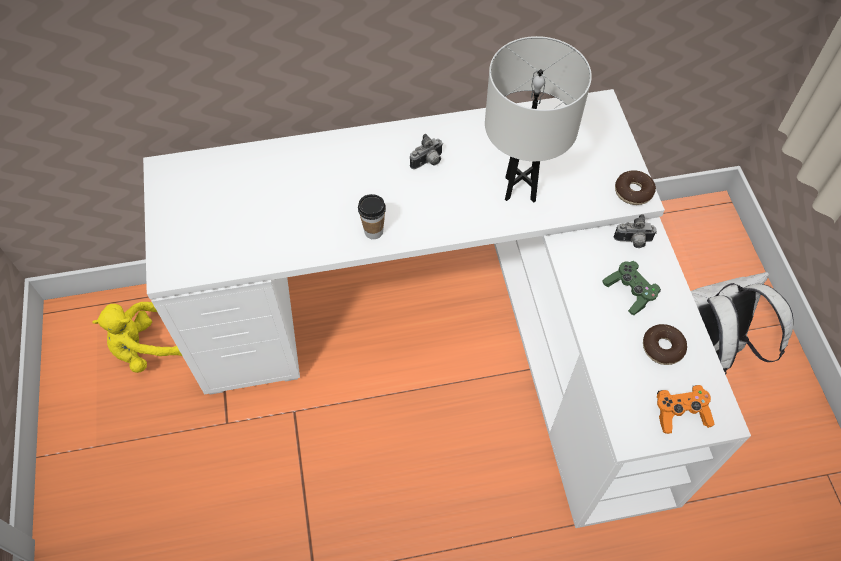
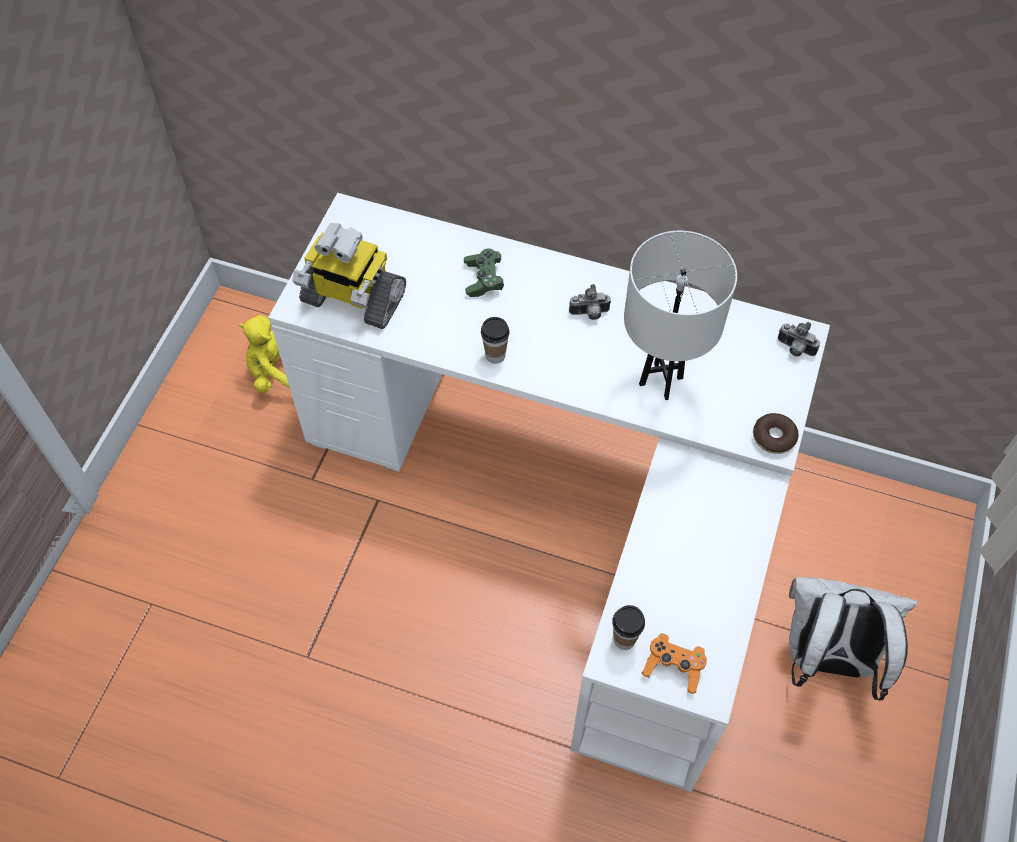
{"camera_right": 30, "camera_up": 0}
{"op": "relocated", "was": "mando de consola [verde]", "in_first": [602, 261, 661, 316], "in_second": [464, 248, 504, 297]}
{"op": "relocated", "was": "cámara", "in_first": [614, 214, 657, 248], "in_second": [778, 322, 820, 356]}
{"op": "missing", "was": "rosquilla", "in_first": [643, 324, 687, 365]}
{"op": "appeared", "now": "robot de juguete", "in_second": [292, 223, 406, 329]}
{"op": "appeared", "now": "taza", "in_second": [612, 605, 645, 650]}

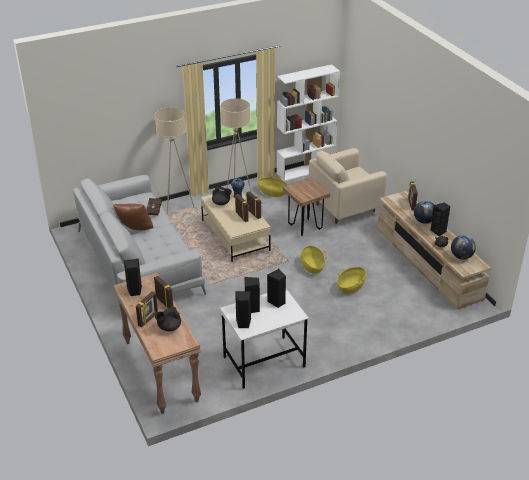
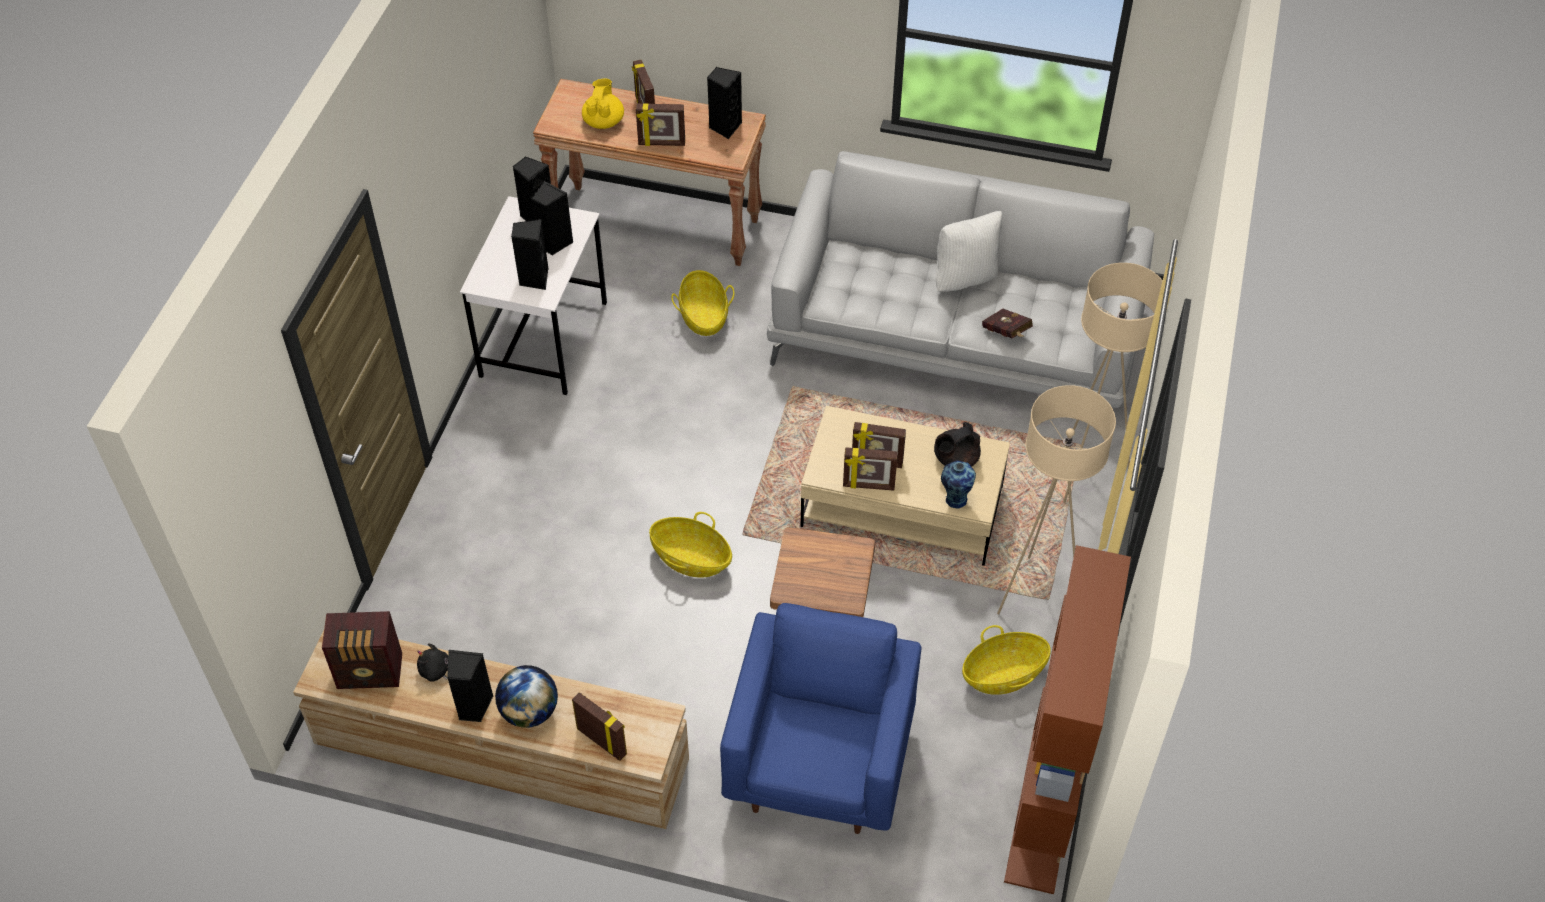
{"camera_right": 130, "camera_up": 15}
{"op": "colour", "was": "cojín [marrón]", "now": "cojín [blanco]", "in_first": [114, 204, 154, 230], "in_second": [935, 211, 1002, 292]}
{"op": "colour", "was": "tetera [negro]", "now": "tetera [amarillo]", "in_first": [155, 306, 181, 331], "in_second": [582, 78, 624, 129]}
{"op": "colour", "was": "estantería [blanco]", "now": "estantería [marrón]", "in_first": [277, 64, 340, 181], "in_second": [1004, 545, 1131, 894]}
{"op": "colour", "was": "sillón [beis]", "now": "sillón [azul]", "in_first": [309, 148, 387, 224], "in_second": [720, 603, 922, 834]}
{"op": "relocated", "was": "cesta", "in_first": [337, 267, 366, 294], "in_second": [671, 270, 735, 336]}
{"op": "exchanged", "was": "globo terráqueo", "now": "radio", "in_first": [451, 235, 476, 259], "in_second": [322, 611, 402, 689]}

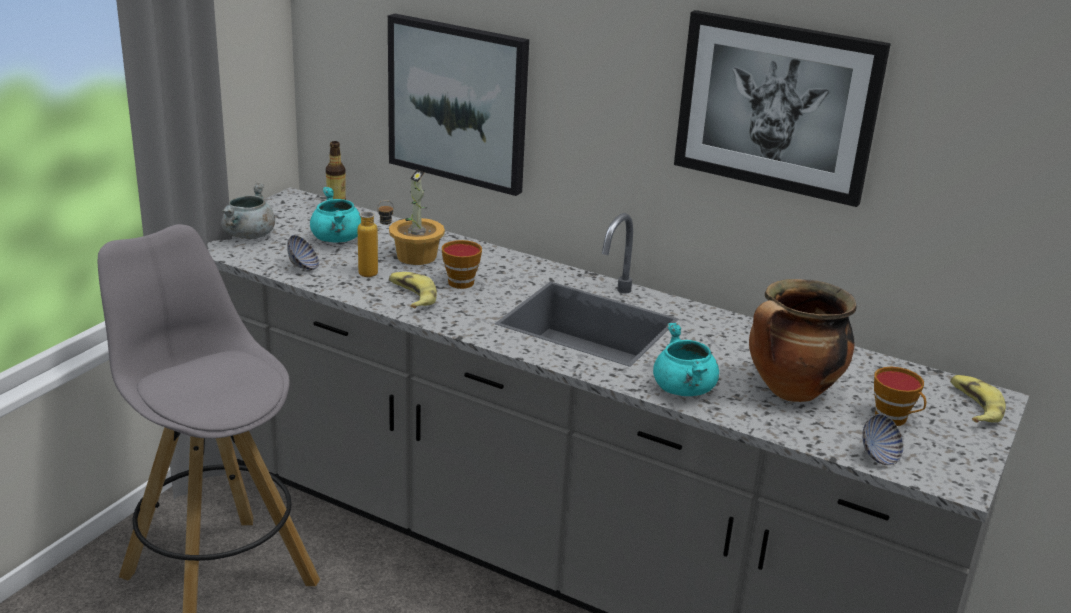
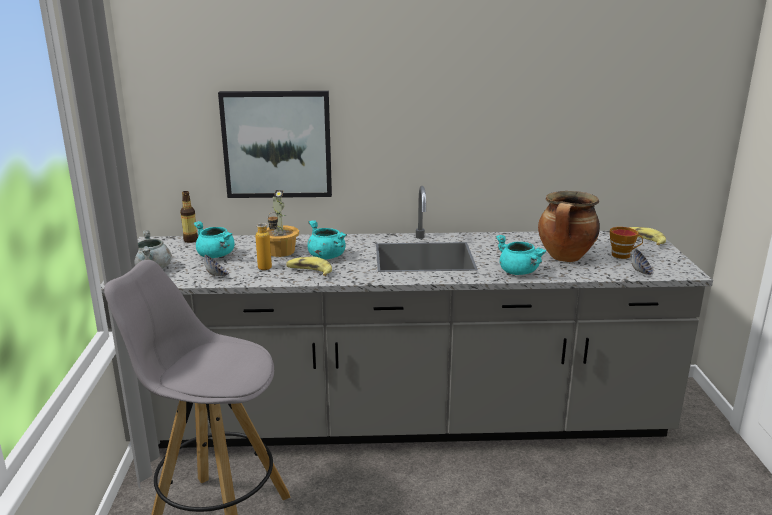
{"camera_right": -30, "camera_up": -5}
{"op": "exchanged", "was": "taza", "now": "olla [turquesa]", "in_first": [442, 240, 482, 289], "in_second": [307, 220, 347, 259]}
{"op": "missing", "was": "cuadro", "in_first": [674, 10, 891, 207]}

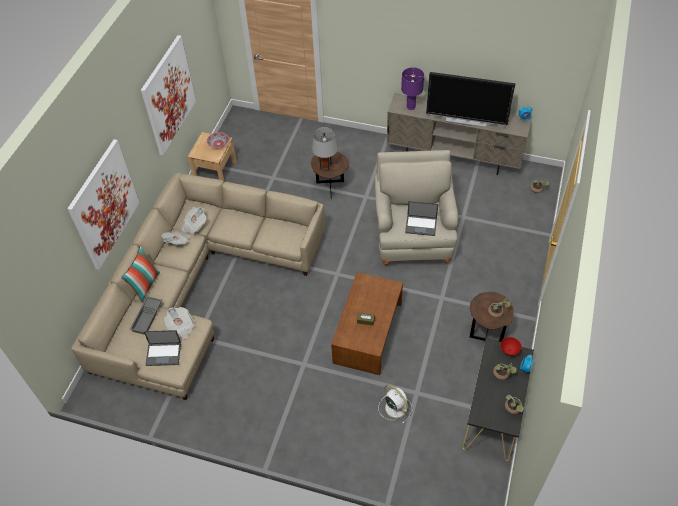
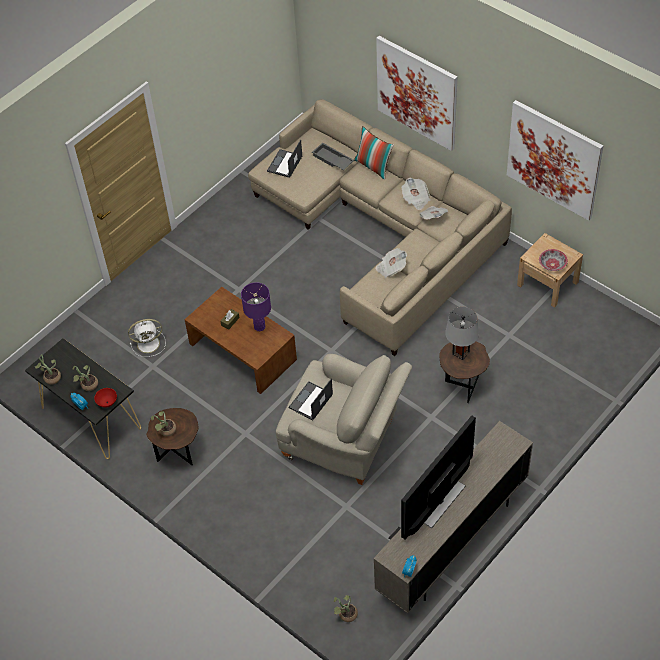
{"camera_right": 115, "camera_up": 0}
{"op": "relocated", "was": "periódico", "in_first": [164, 307, 195, 339], "in_second": [375, 248, 407, 278]}
{"op": "relocated", "was": "lámpara de mesa [morado]", "in_first": [401, 67, 424, 110], "in_second": [241, 282, 271, 331]}

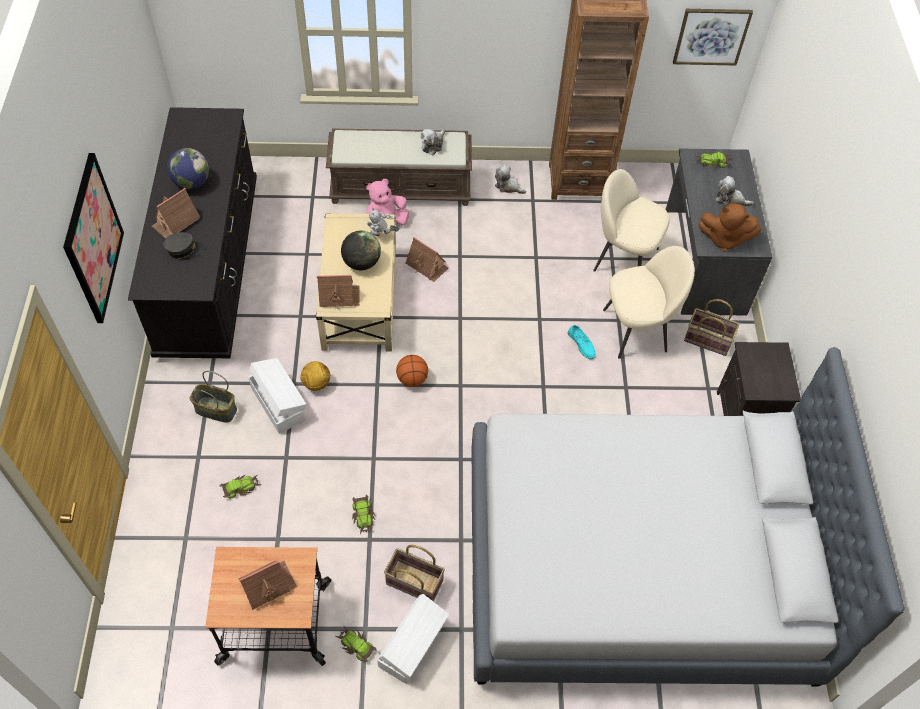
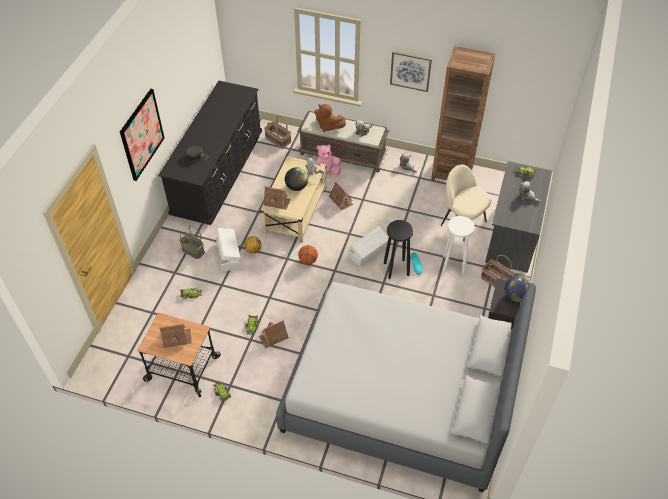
{"camera_right": 20, "camera_up": -5}
{"op": "relocated", "was": "casita", "in_first": [152, 188, 200, 238], "in_second": [259, 320, 289, 348]}
{"op": "relocated", "was": "globo terráqueo", "in_first": [167, 148, 209, 189], "in_second": [505, 275, 531, 302]}
{"op": "relocated", "was": "caja de almacenaje [blanco]", "in_first": [377, 594, 449, 684], "in_second": [349, 226, 389, 268]}
{"op": "relocated", "was": "cesta", "in_first": [384, 545, 445, 602], "in_second": [264, 116, 291, 149]}
{"op": "exchanged", "was": "silla [beis]", "now": "taburete [blanco]", "in_first": [603, 246, 695, 359], "in_second": [443, 216, 475, 274]}
{"op": "relocated", "was": "cuadro", "in_first": [673, 9, 753, 65], "in_second": [390, 51, 432, 92]}
{"op": "relocated", "was": "peluche [marrón]", "in_first": [698, 203, 761, 252], "in_second": [314, 104, 346, 132]}
{"op": "appeared", "now": "taburete [negro]", "in_second": [384, 220, 413, 279]}

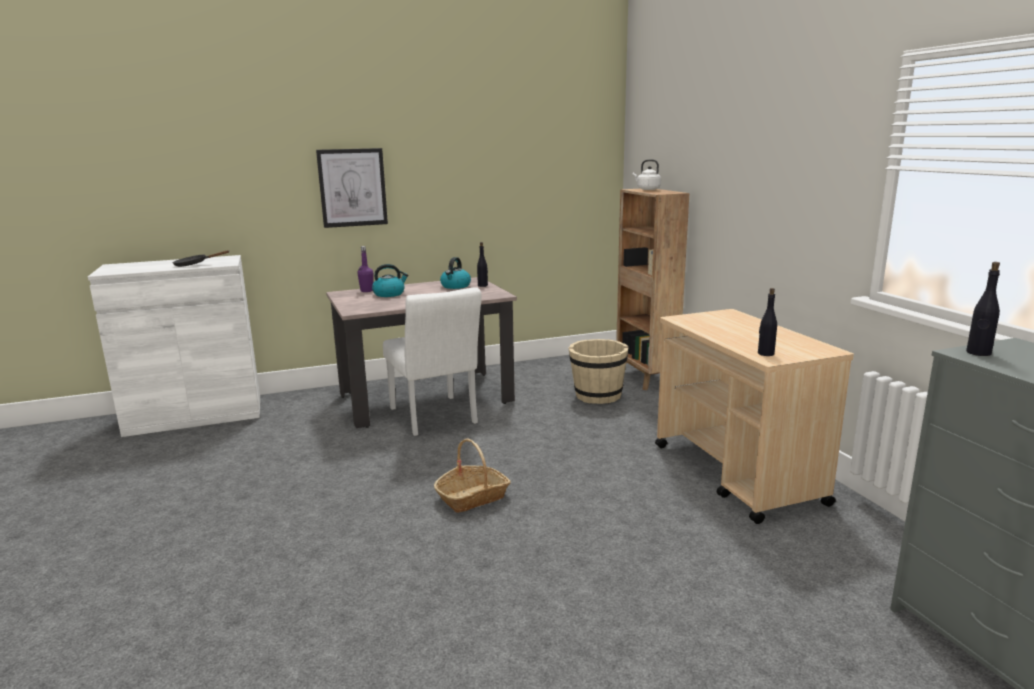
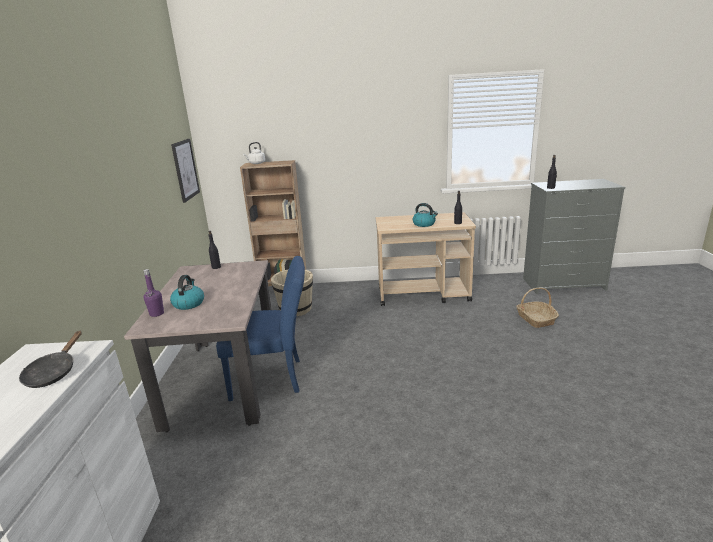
{"camera_right": -70, "camera_up": 5}
{"op": "relocated", "was": "cuadro", "in_first": [316, 148, 388, 228], "in_second": [171, 139, 200, 203]}
{"op": "colour", "was": "silla [blanco]", "now": "silla [azul]", "in_first": [383, 287, 482, 436], "in_second": [216, 256, 305, 401]}
{"op": "relocated", "was": "cesta", "in_first": [434, 438, 511, 513], "in_second": [516, 288, 559, 328]}
{"op": "relocated", "was": "hervidor", "in_first": [440, 257, 471, 289], "in_second": [413, 203, 438, 227]}

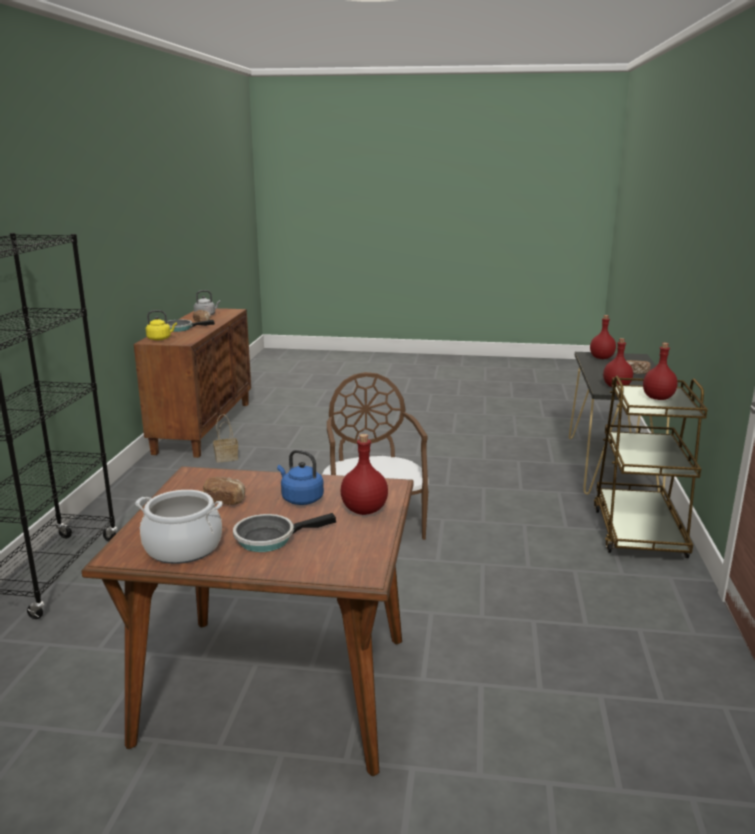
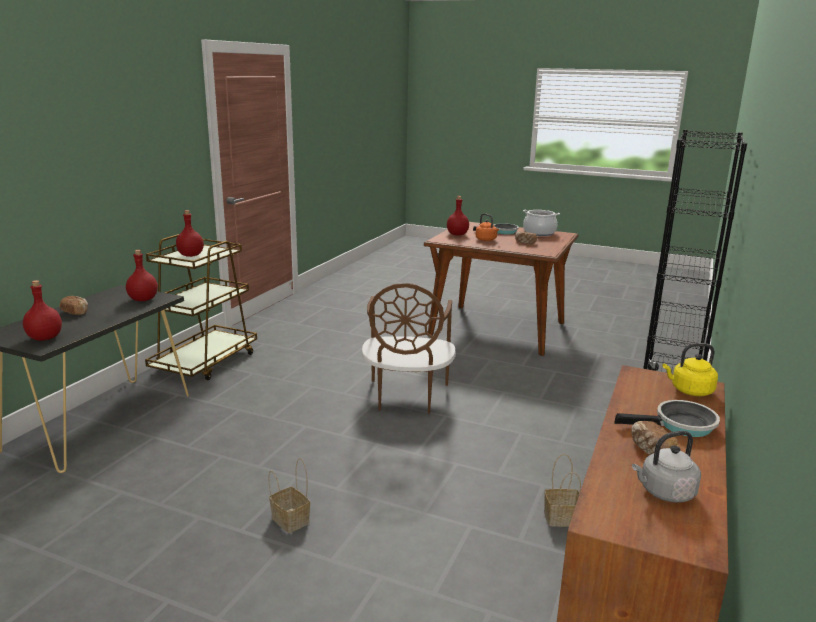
{"camera_right": -165, "camera_up": 0}
{"op": "colour", "was": "hervidor [azul]", "now": "hervidor [naranja]", "in_first": [277, 450, 324, 505], "in_second": [476, 213, 499, 241]}
{"op": "appeared", "now": "cesta", "in_second": [268, 458, 310, 533]}

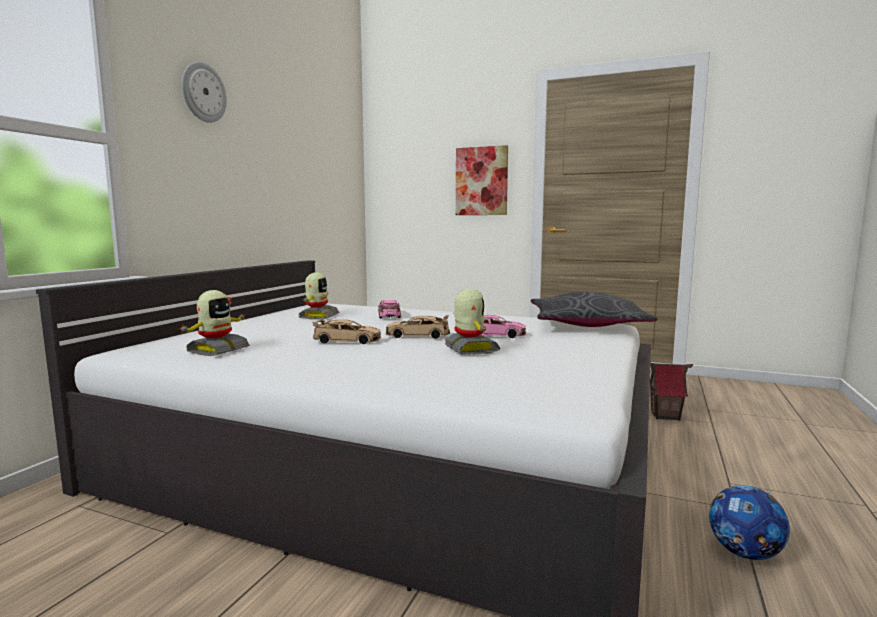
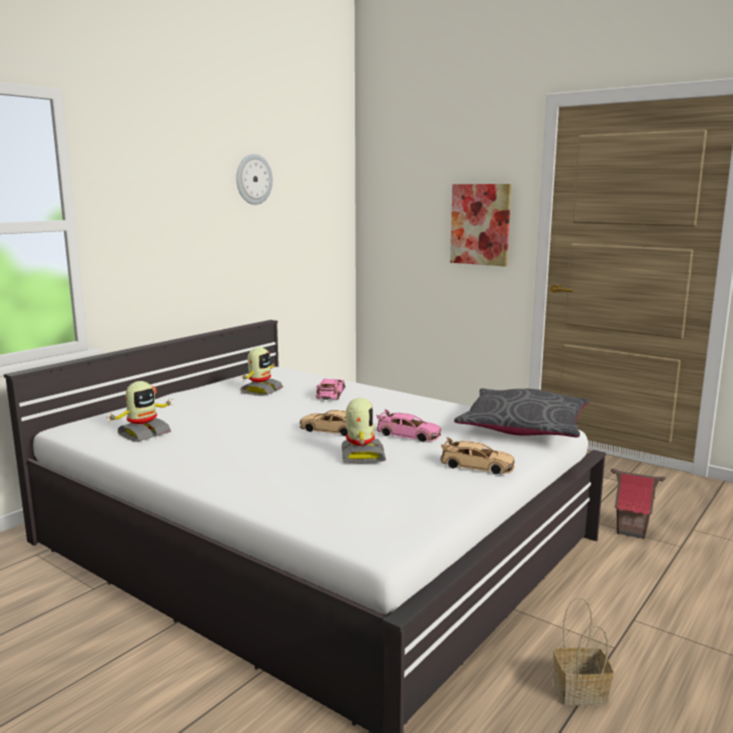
{"camera_right": 15, "camera_up": 5}
{"op": "relocated", "was": "reloj de pared", "in_first": [182, 62, 227, 123], "in_second": [236, 154, 273, 205]}
{"op": "relocated", "was": "coche de juguete [beis]", "in_first": [312, 318, 381, 344], "in_second": [441, 437, 515, 474]}
{"op": "exchanged", "was": "balón de fútbol", "now": "cesta", "in_first": [709, 485, 790, 560], "in_second": [553, 597, 614, 706]}

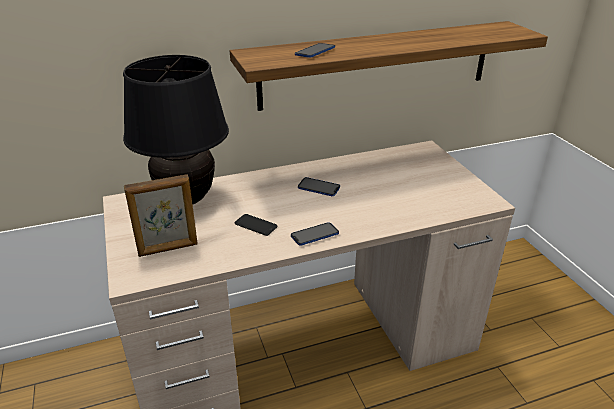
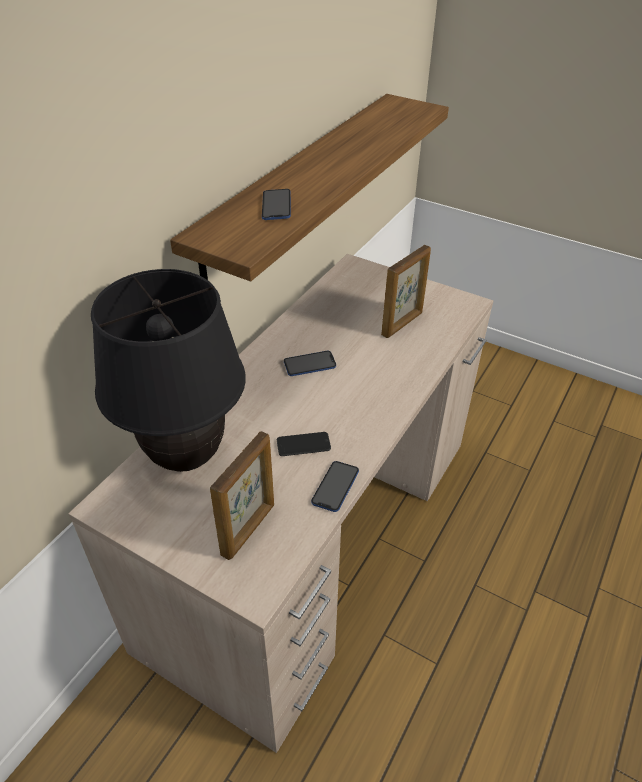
{"camera_right": -40, "camera_up": 10}
{"op": "relocated", "was": "móvil", "in_first": [291, 222, 339, 245], "in_second": [311, 461, 359, 512]}
{"op": "appeared", "now": "portarretratos", "in_second": [381, 245, 431, 338]}

